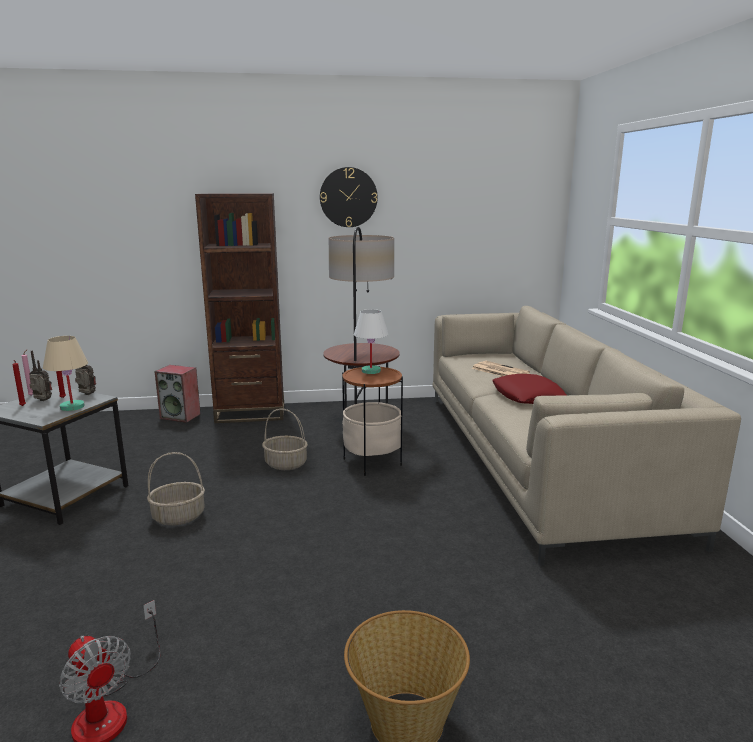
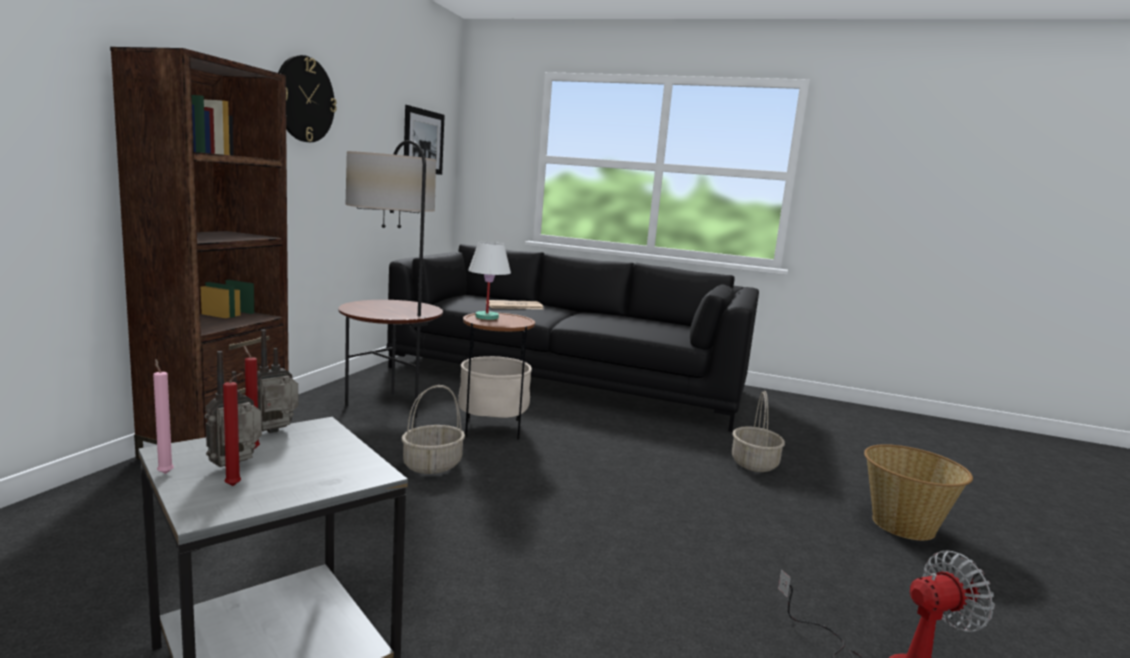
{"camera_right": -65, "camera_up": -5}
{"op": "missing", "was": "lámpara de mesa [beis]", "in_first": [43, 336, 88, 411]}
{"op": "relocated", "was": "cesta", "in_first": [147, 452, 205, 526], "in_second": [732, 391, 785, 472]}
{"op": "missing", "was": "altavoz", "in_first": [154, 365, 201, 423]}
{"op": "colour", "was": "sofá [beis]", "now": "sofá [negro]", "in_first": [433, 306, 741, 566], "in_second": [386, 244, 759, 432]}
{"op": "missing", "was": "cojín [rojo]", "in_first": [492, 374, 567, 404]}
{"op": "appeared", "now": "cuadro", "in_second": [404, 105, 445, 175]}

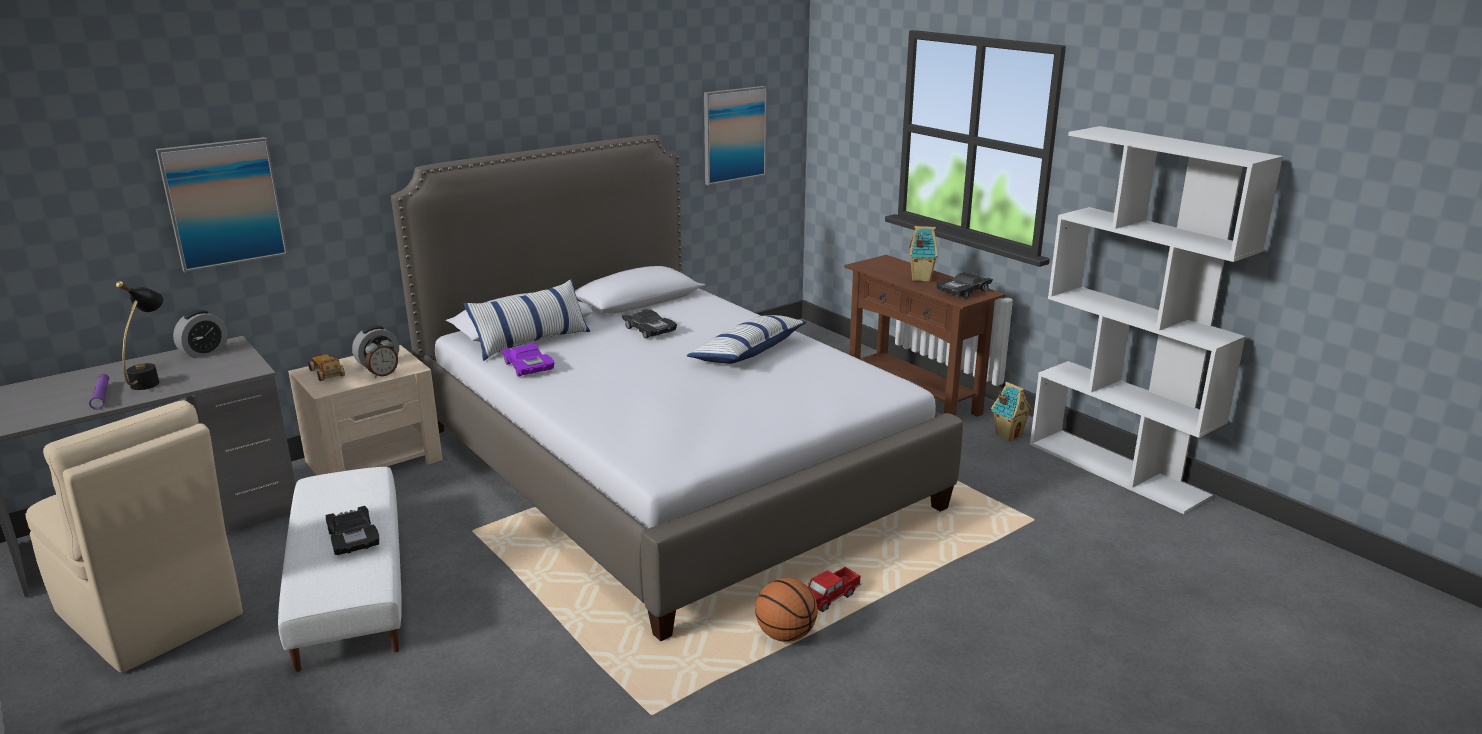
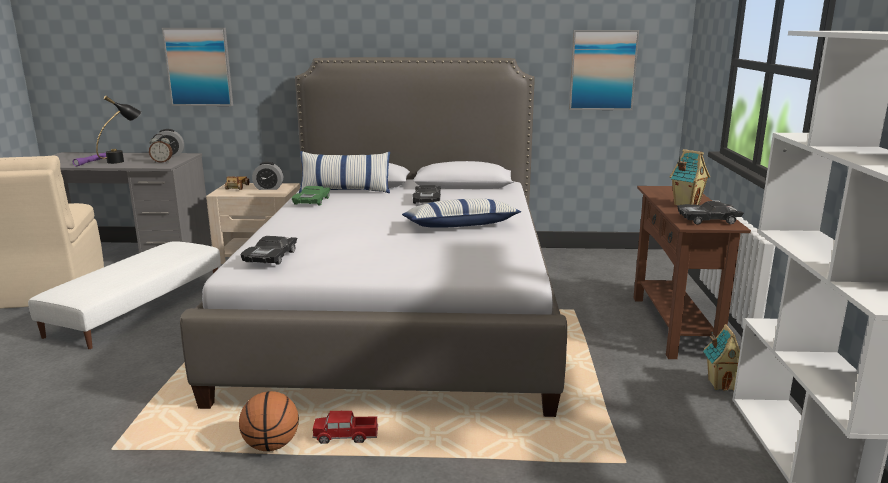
{"camera_right": 40, "camera_up": -5}
{"op": "relocated", "was": "coche de juguete [negro]", "in_first": [325, 506, 379, 555], "in_second": [241, 236, 297, 265]}
{"op": "relocated", "was": "despertador", "in_first": [365, 336, 398, 378], "in_second": [149, 134, 172, 163]}
{"op": "colour", "was": "coche de juguete [morado]", "now": "coche de juguete [verde]", "in_first": [502, 343, 555, 377], "in_second": [292, 186, 330, 205]}

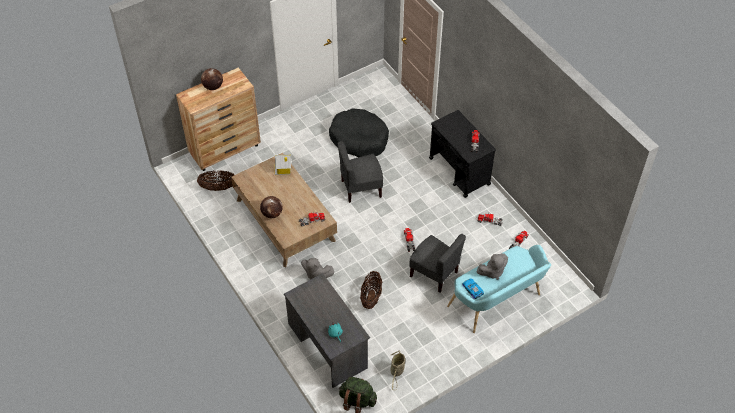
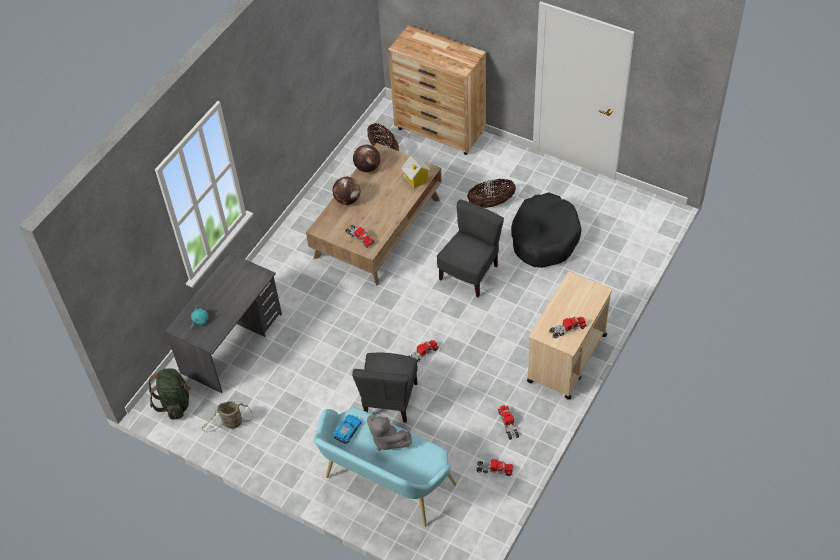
{"camera_right": 65, "camera_up": 0}
{"op": "relocated", "was": "globo terráqueo", "in_first": [201, 68, 223, 90], "in_second": [353, 145, 380, 172]}
{"op": "missing", "was": "peluche [gris]", "in_first": [301, 258, 334, 280]}
{"op": "spun", "was": "silla [gris]", "in_first": [337, 141, 383, 203], "in_second": [437, 199, 504, 297], "clockwise": 75}
{"op": "relocated", "was": "cesta", "in_first": [360, 271, 382, 309], "in_second": [467, 179, 516, 208]}
{"op": "colour", "was": "carrito [negro]", "now": "carrito [beis]", "in_first": [429, 110, 496, 198], "in_second": [527, 272, 612, 400]}

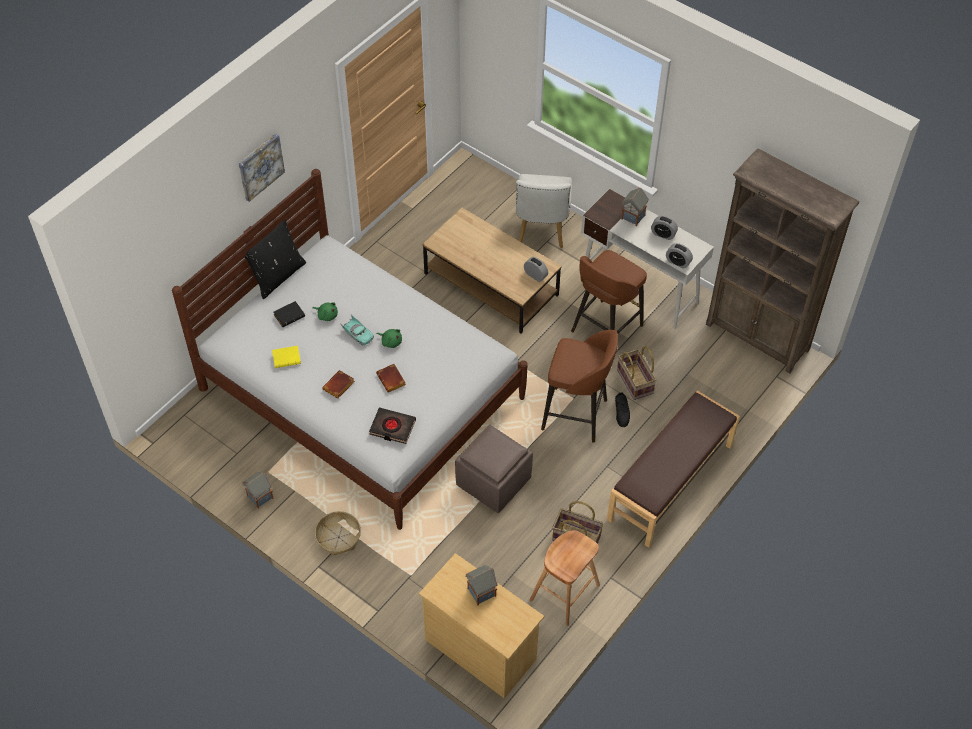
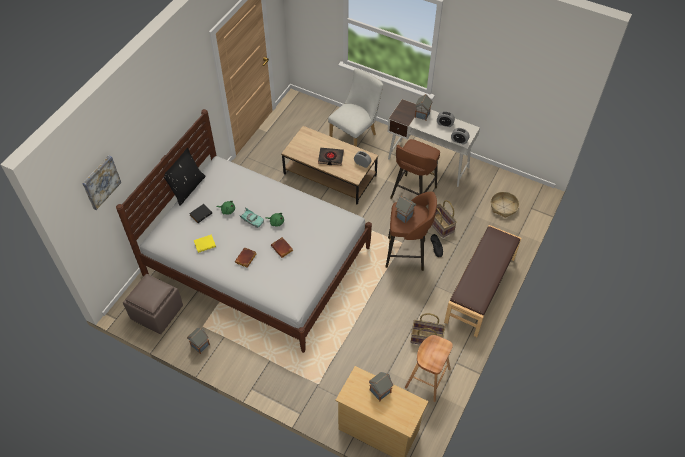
{"camera_right": -10, "camera_up": 0}
{"op": "relocated", "was": "cuadro", "in_first": [239, 133, 285, 202], "in_second": [82, 155, 121, 210]}
{"op": "relocated", "was": "cesta", "in_first": [315, 511, 361, 556], "in_second": [491, 192, 519, 218]}
{"op": "relocated", "was": "libro [negro]", "in_first": [369, 408, 416, 444], "in_second": [318, 148, 344, 166]}
{"op": "relocated", "was": "puf [marrón]", "in_first": [455, 424, 533, 513], "in_second": [123, 274, 183, 334]}
{"op": "spun", "was": "silla [blanco]", "in_first": [516, 174, 572, 248], "in_second": [328, 69, 383, 147], "clockwise": -135}
{"op": "missing", "was": "estantería [marrón]", "in_first": [706, 149, 859, 373]}
{"op": "appeared", "now": "casita", "in_second": [395, 196, 416, 224]}

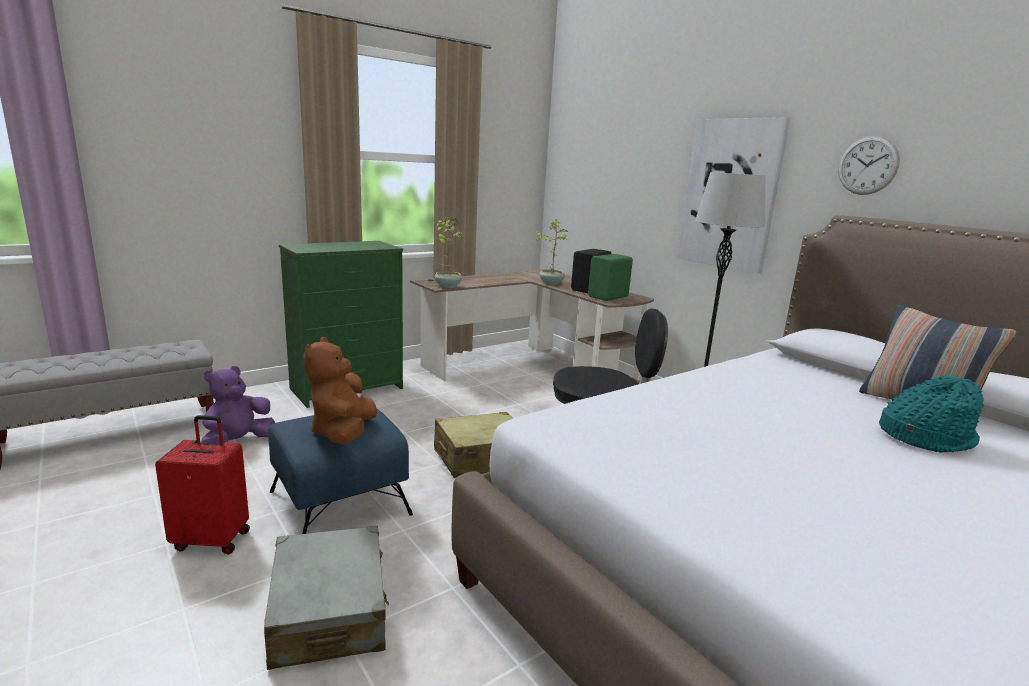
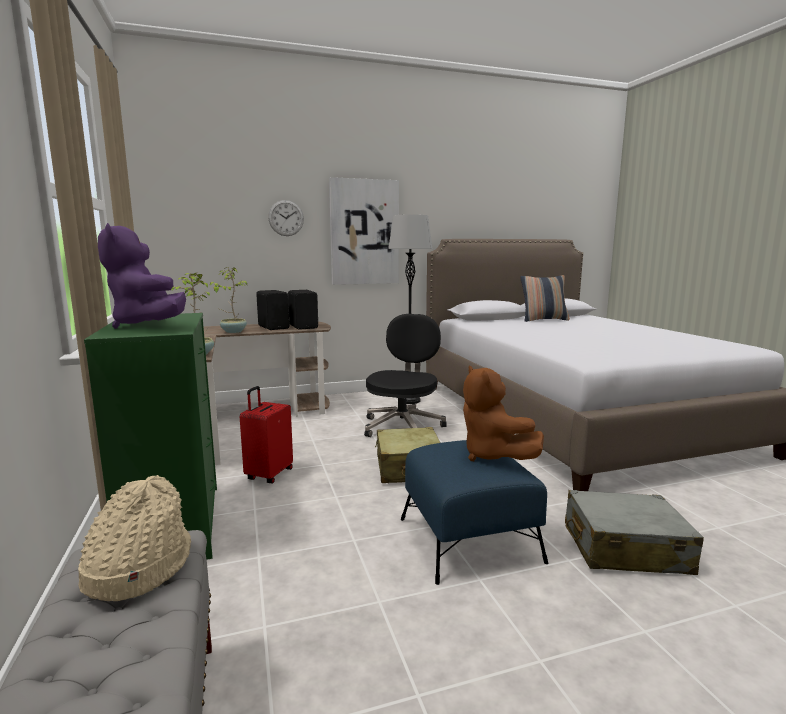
{"camera_right": -70, "camera_up": -5}
{"op": "relocated", "was": "maleta [rojo]", "in_first": [155, 415, 250, 554], "in_second": [240, 386, 293, 483]}
{"op": "relocated", "was": "peluche [morado]", "in_first": [201, 366, 275, 445], "in_second": [98, 223, 186, 329]}
{"op": "spun", "was": "peluche [marrón]", "in_first": [303, 337, 377, 444], "in_second": [463, 365, 544, 461], "clockwise": 45}
{"op": "colour", "was": "altavoz [verde]", "now": "altavoz [negro]", "in_first": [588, 254, 633, 301], "in_second": [288, 290, 318, 330]}
{"op": "relocated", "was": "reloj de pared", "in_first": [838, 136, 900, 195], "in_second": [268, 200, 304, 236]}
{"op": "missing", "was": "sombrero [turquesa]", "in_first": [879, 375, 984, 453]}
{"op": "appeared", "now": "sombrero [beis]", "in_second": [78, 475, 191, 601]}

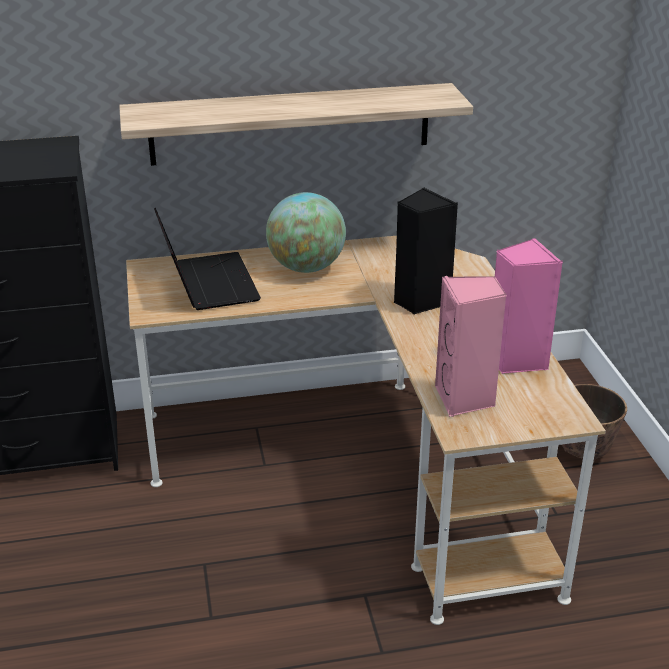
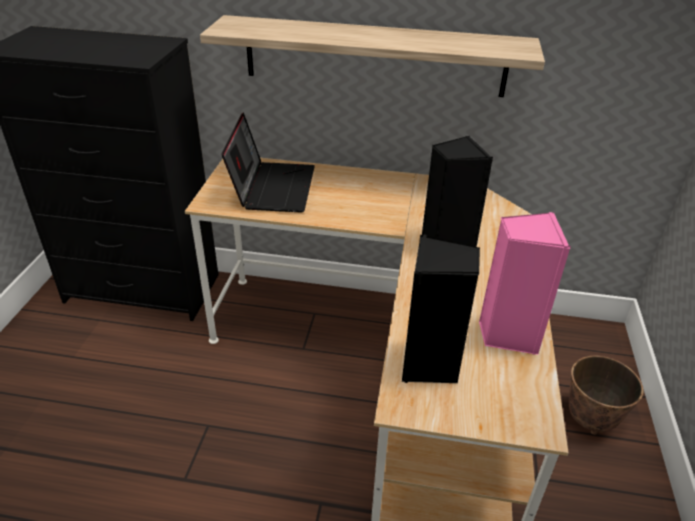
{"camera_right": 20, "camera_up": 5}
{"op": "missing", "was": "globo terráqueo", "in_first": [266, 192, 346, 273]}
{"op": "colour", "was": "altavoz [rosa]", "now": "altavoz [negro]", "in_first": [435, 276, 507, 417], "in_second": [402, 234, 480, 383]}

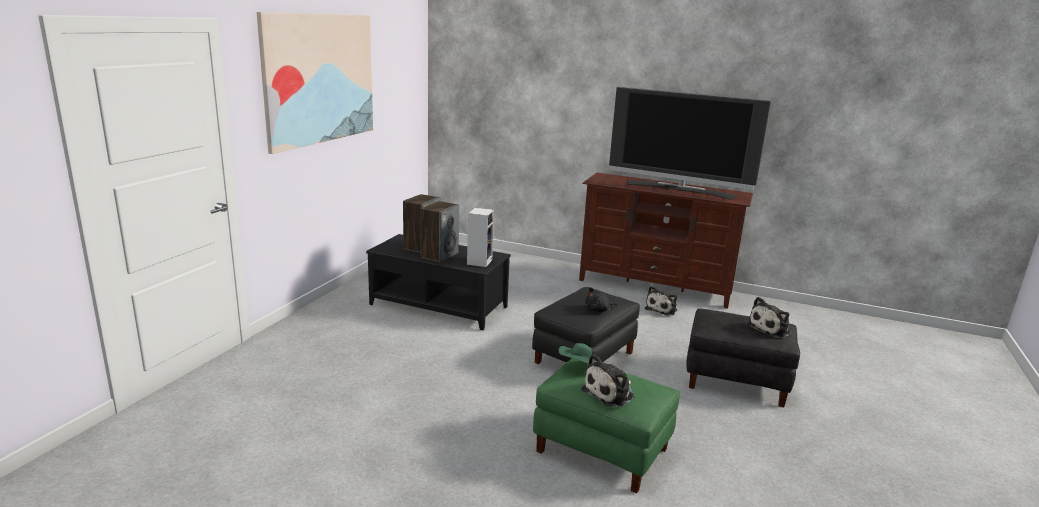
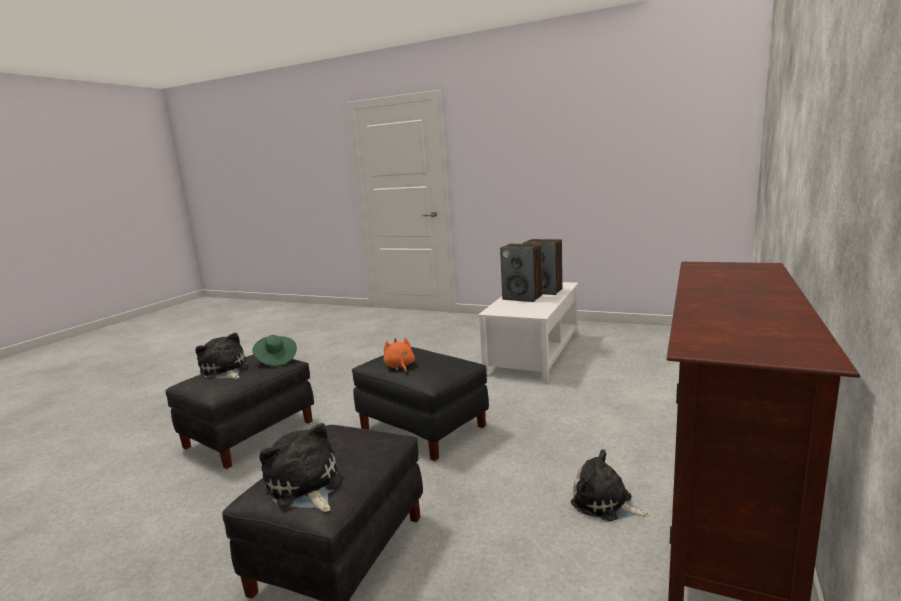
{"camera_right": 95, "camera_up": -5}
{"op": "missing", "was": "cuadro", "in_first": [257, 12, 373, 154]}
{"op": "colour", "was": "mesa de centro [negro]", "now": "mesa de centro [blanco]", "in_first": [366, 234, 511, 331], "in_second": [478, 282, 578, 383]}
{"op": "missing", "was": "altavoz", "in_first": [467, 208, 494, 267]}
{"op": "colour", "was": "puf [verde]", "now": "puf [negro]", "in_first": [533, 358, 680, 493], "in_second": [165, 354, 314, 469]}
{"op": "colour", "was": "peluche [negro]", "now": "peluche [naranja]", "in_first": [585, 287, 617, 312], "in_second": [384, 337, 415, 373]}
{"op": "missing", "was": "televisor", "in_first": [609, 87, 771, 200]}

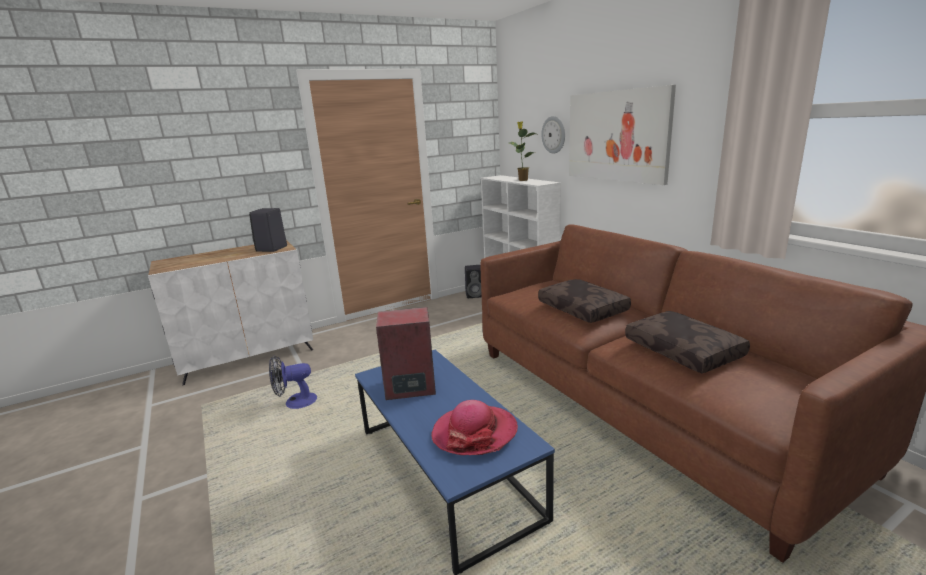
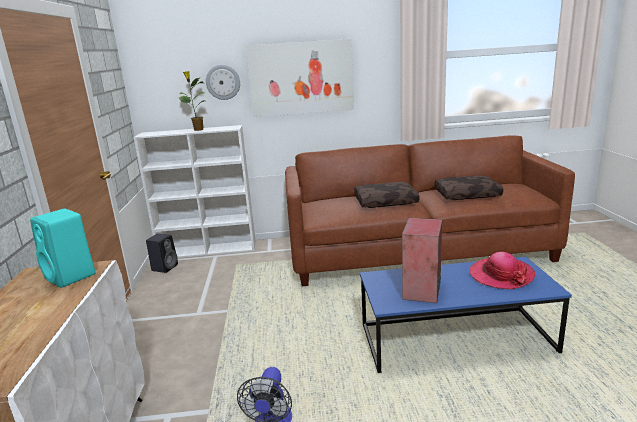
{"camera_right": -65, "camera_up": 0}
{"op": "colour", "was": "altavoz [negro]", "now": "altavoz [turquesa]", "in_first": [249, 208, 287, 252], "in_second": [30, 209, 96, 288]}

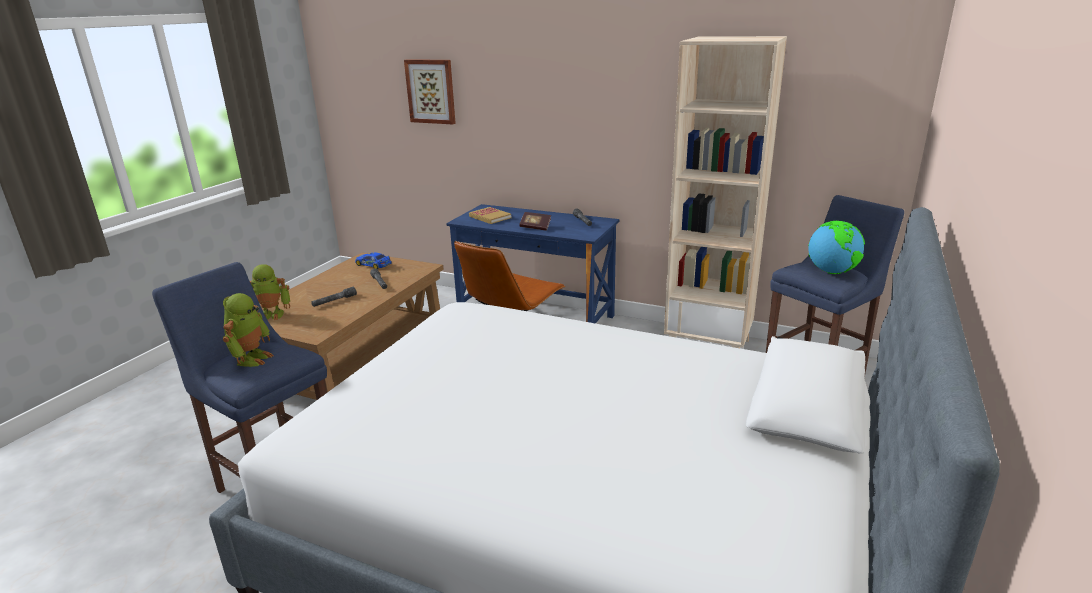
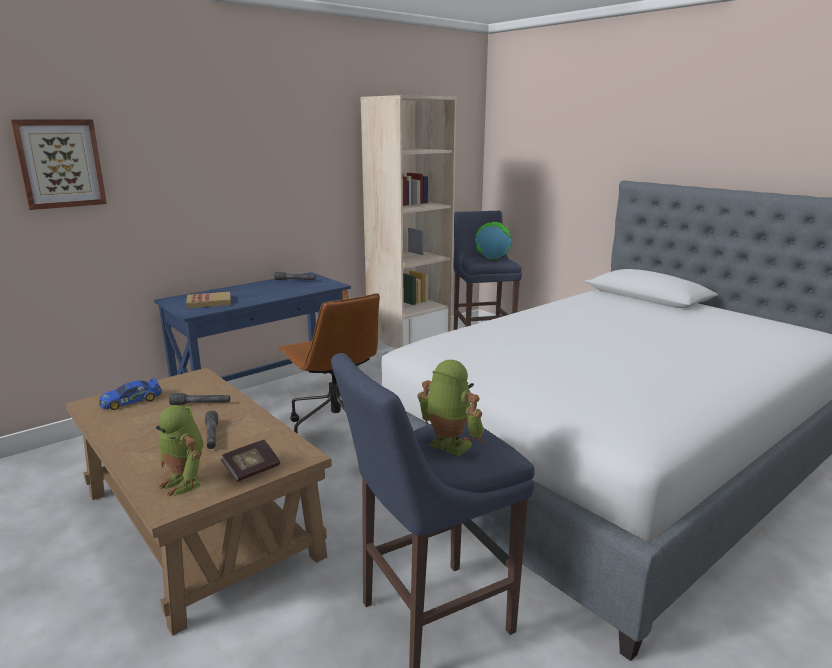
{"camera_right": -65, "camera_up": -5}
{"op": "spun", "was": "robot de juguete", "in_first": [250, 264, 290, 320], "in_second": [156, 405, 203, 496], "clockwise": 120}
{"op": "relocated", "was": "libro", "in_first": [519, 212, 551, 231], "in_second": [221, 440, 280, 482]}

